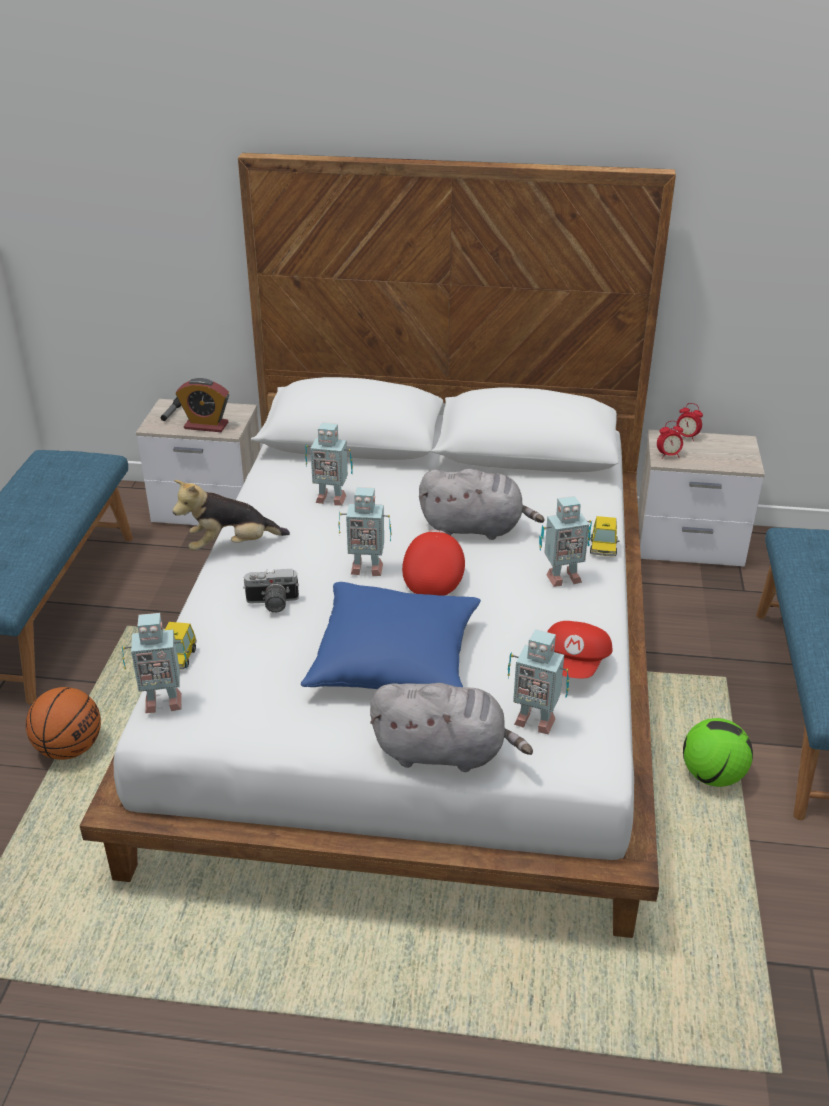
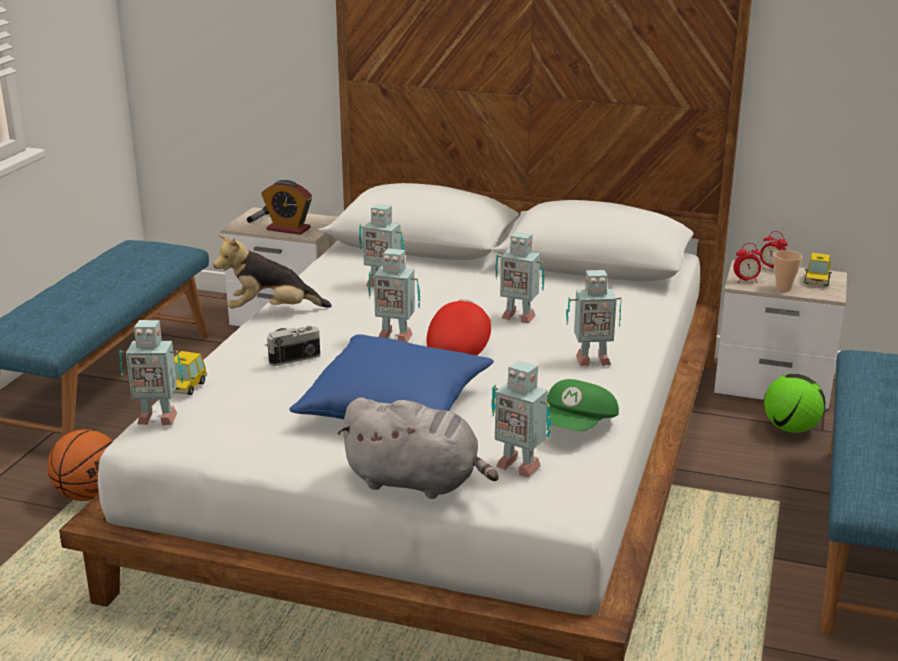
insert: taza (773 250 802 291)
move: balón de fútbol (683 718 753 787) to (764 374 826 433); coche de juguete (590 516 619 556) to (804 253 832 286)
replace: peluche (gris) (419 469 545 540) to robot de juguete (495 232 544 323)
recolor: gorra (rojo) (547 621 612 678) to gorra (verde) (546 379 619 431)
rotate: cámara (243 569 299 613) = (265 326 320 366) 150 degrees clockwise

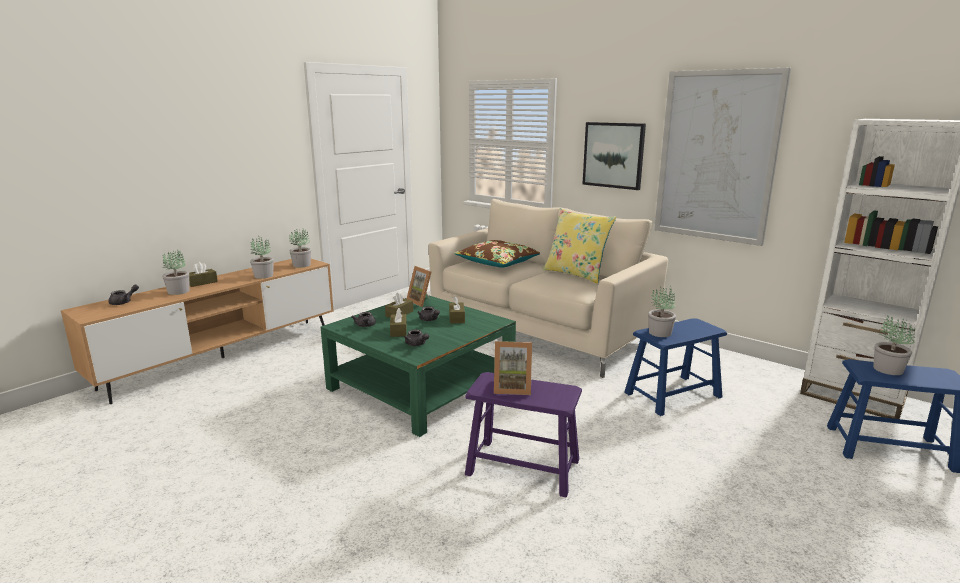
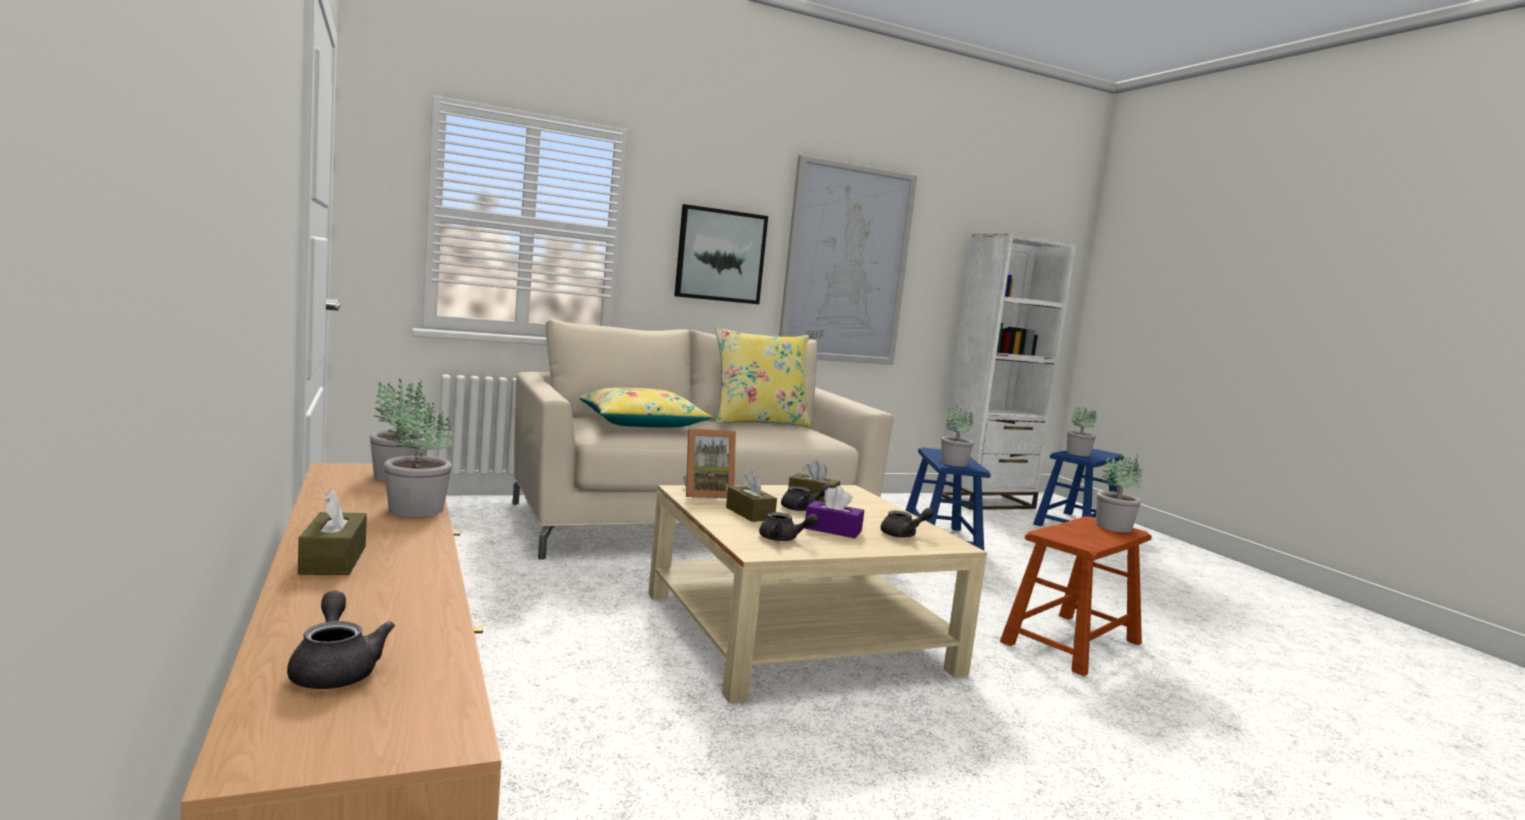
delete: portarretratos (494 341 532 395)
move: planta en maceta (162 251 190 295) to (1096 454 1142 533)
recolor: cojín (marrón) (454 240 540 268) to cojín (amarillo) (580 387 712 428); mesa de centro (verde) (321 295 516 437) to mesa de centro (beis) (648 485 987 703); caja de pañuelos (marrón) (390 308 407 337) to caja de pañuelos (morado) (805 486 864 538); taburete (morado) (465 372 582 497) to taburete (marrón) (1000 516 1152 676)

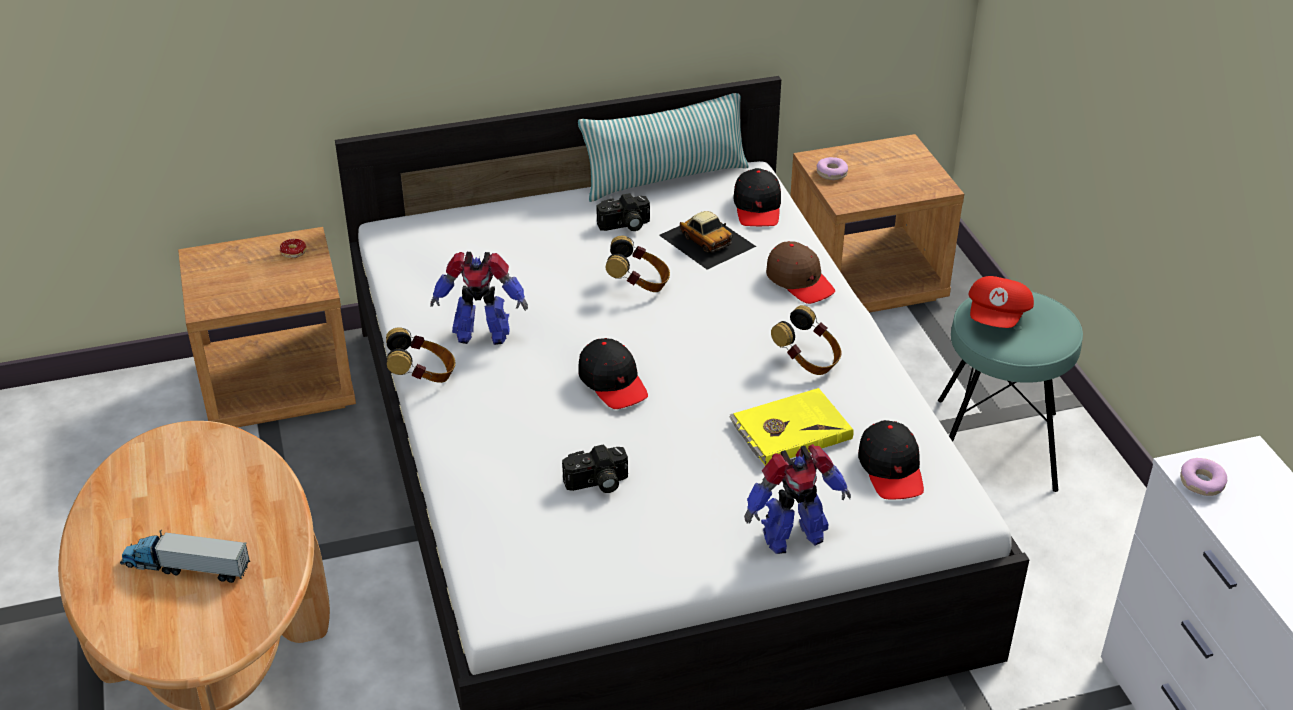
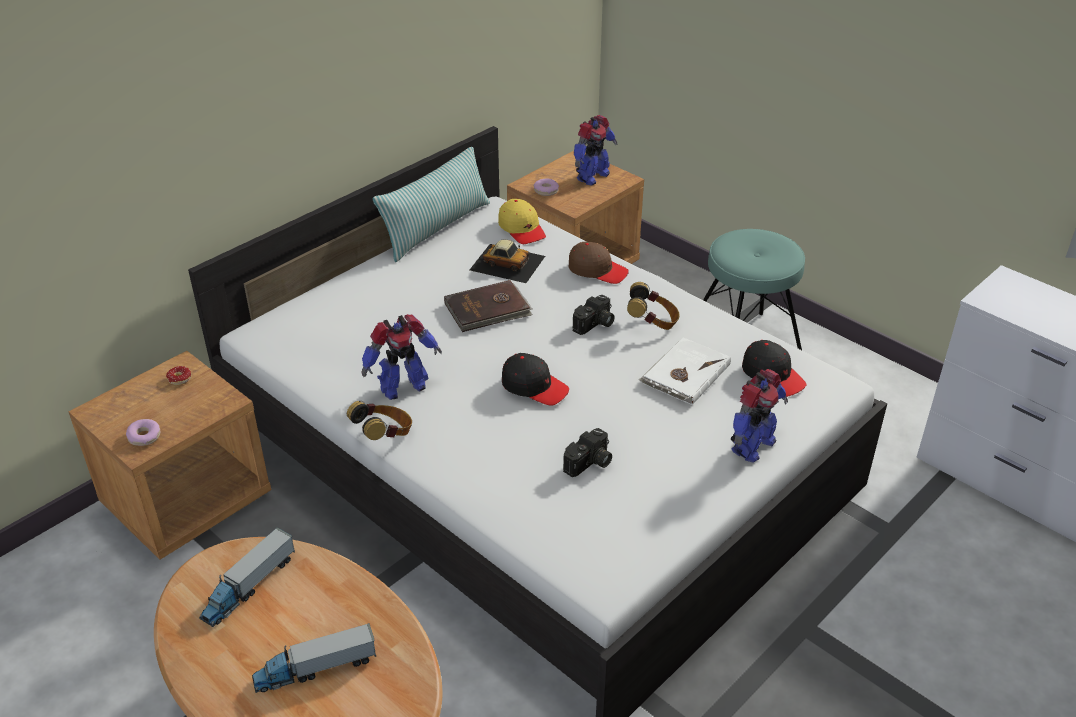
delete: gorra (rojo) (969 276 1034 328)
insert: camión de juguete (199 527 295 627); robot de juguete (574 115 617 186)
move: rosquilla (1180 458 1227 496) to (126 419 160 446); cámara (596 193 650 231) to (572 295 615 335)
replace: auriculares (606 236 670 292) to libro (marrón) (444 280 533 332)
recolor: gorra (negro) (734 168 781 226) to gorra (amarillo) (498 199 546 244); libro (amarillo) (729 388 853 466) to libro (blanco) (639 337 731 405)

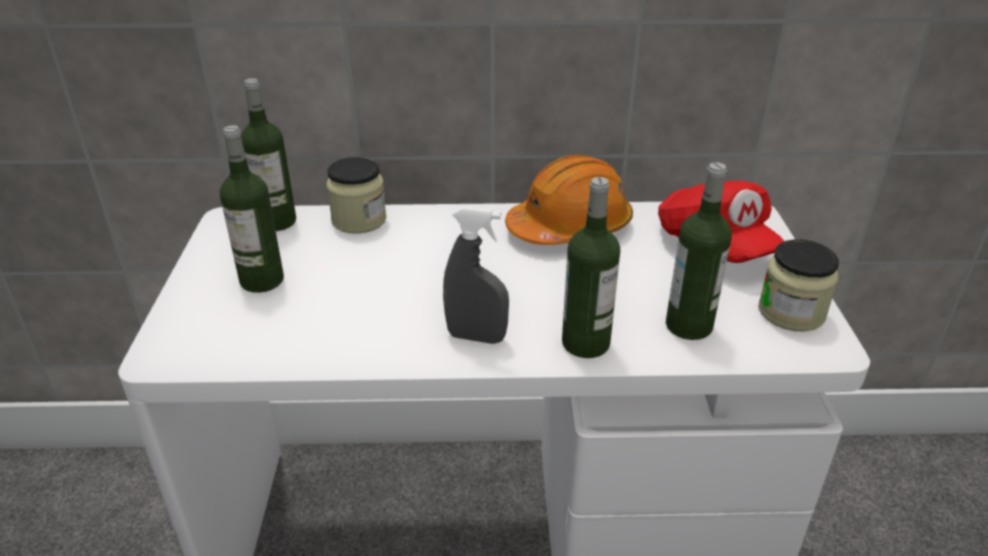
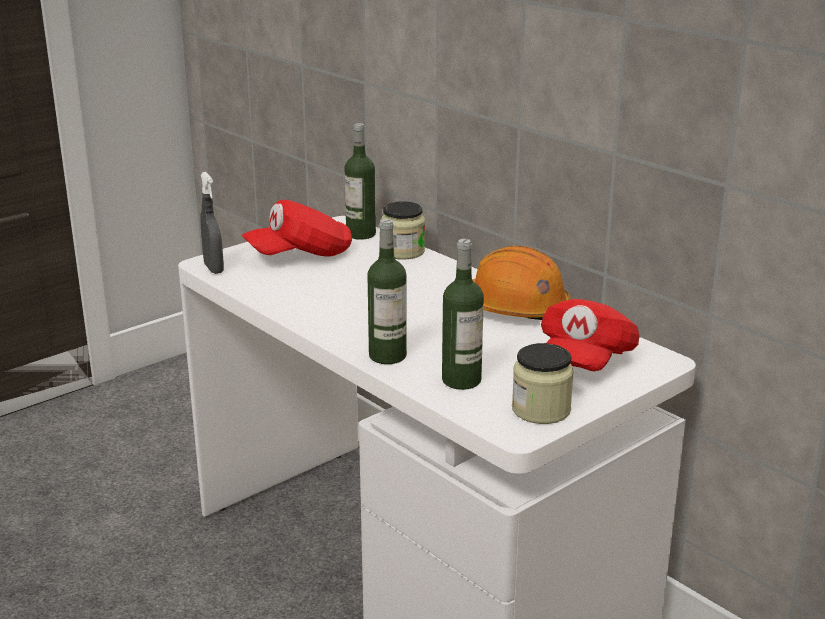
move: pulverizador (gris) (443 207 509 344) to (200 172 224 274)
replace: botella (220 125 284 293) to gorra (rojo) (242 200 352 256)

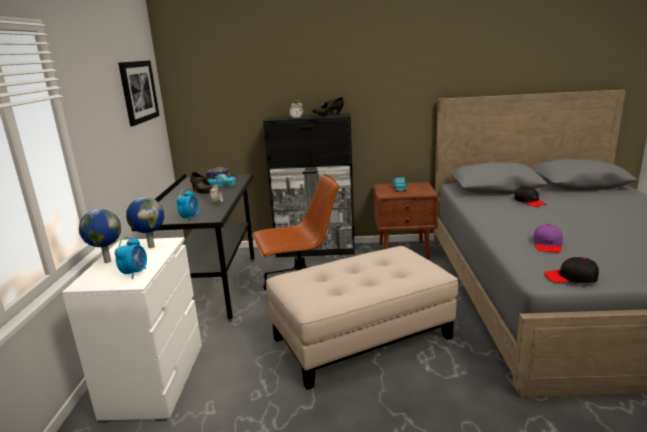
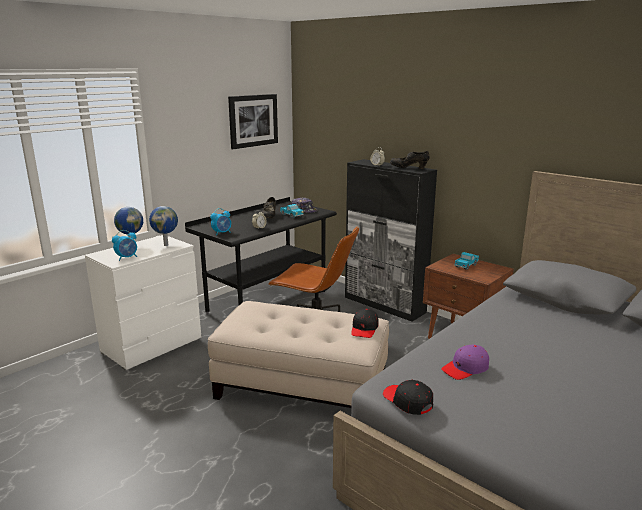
move: gorra (negro) (514 186 546 207) to (351 308 379 338)

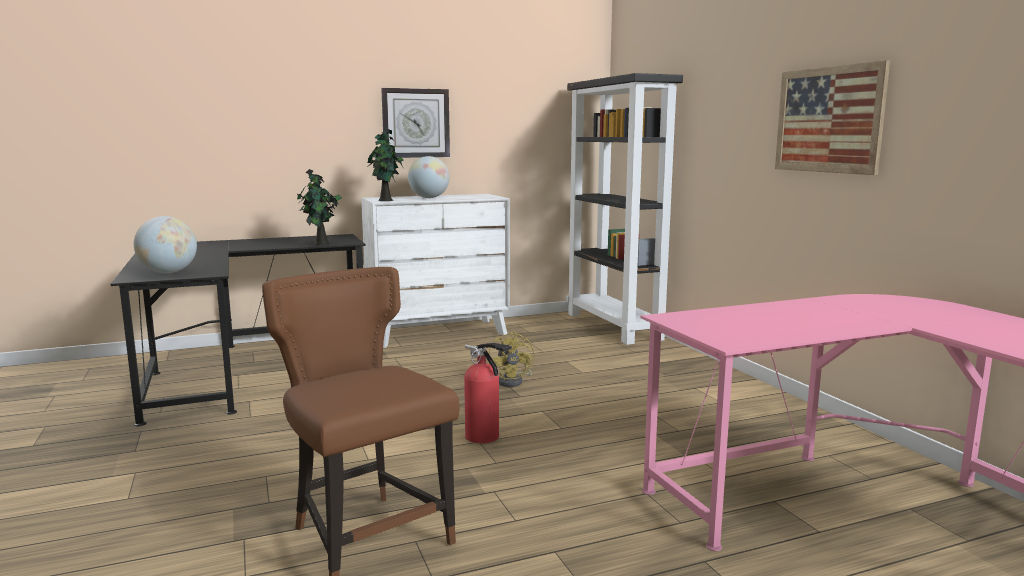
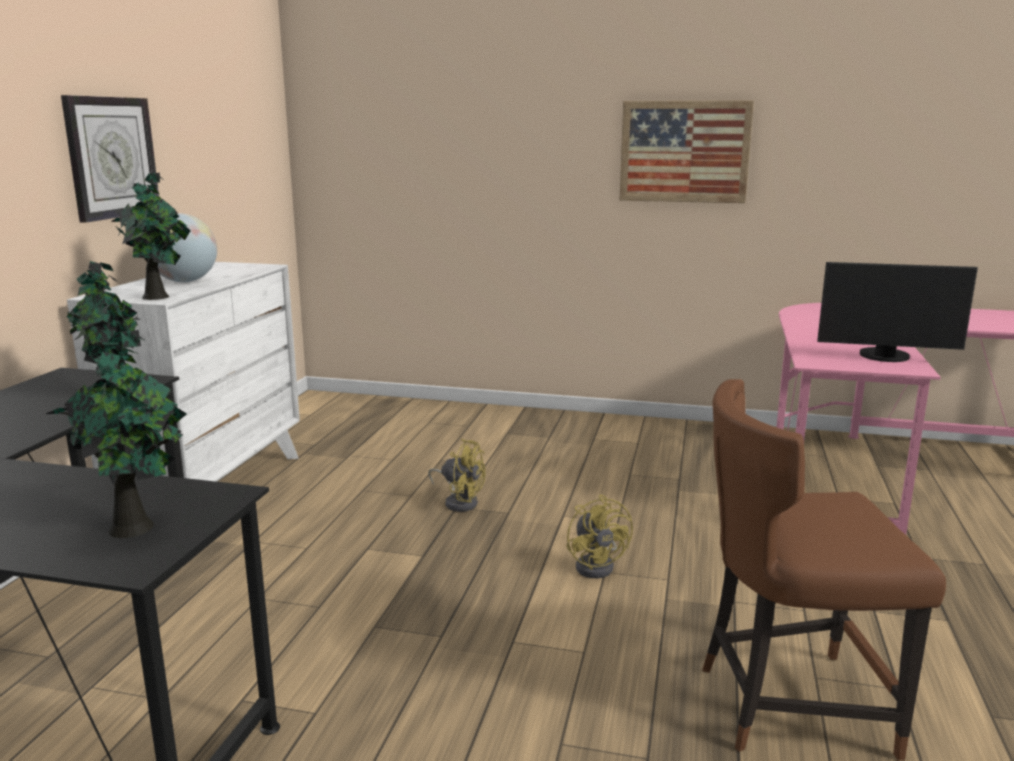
delete: estantería (negro) (566 73 683 345)
insert: monitor (817 262 978 362)
replace: globo terráqueo (134 216 197 273) to planta en maceta (46 330 187 538); extintor (464 343 512 443) to ventilador (amarillo) (567 494 633 578)

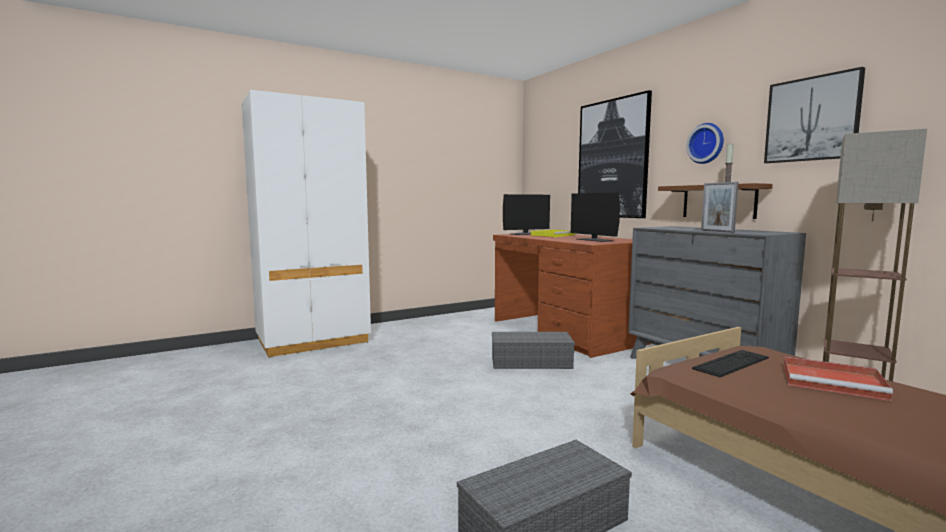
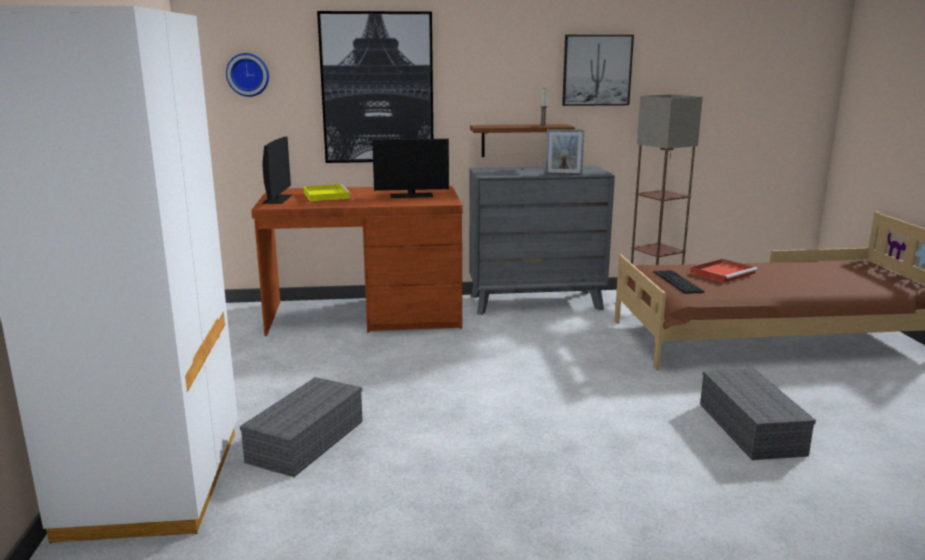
move: reloj de pared (686 123 724 164) to (226 53 269 97); caja de almacenaje (gris) (492 332 575 369) to (240 377 363 477)

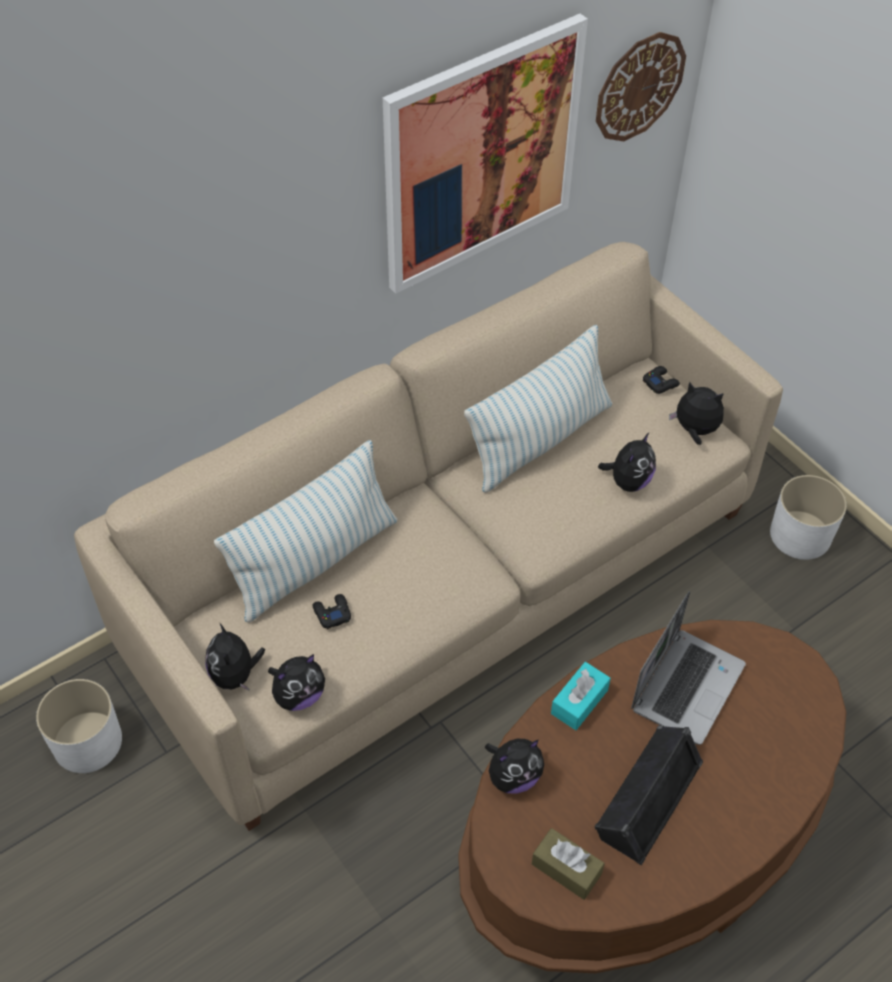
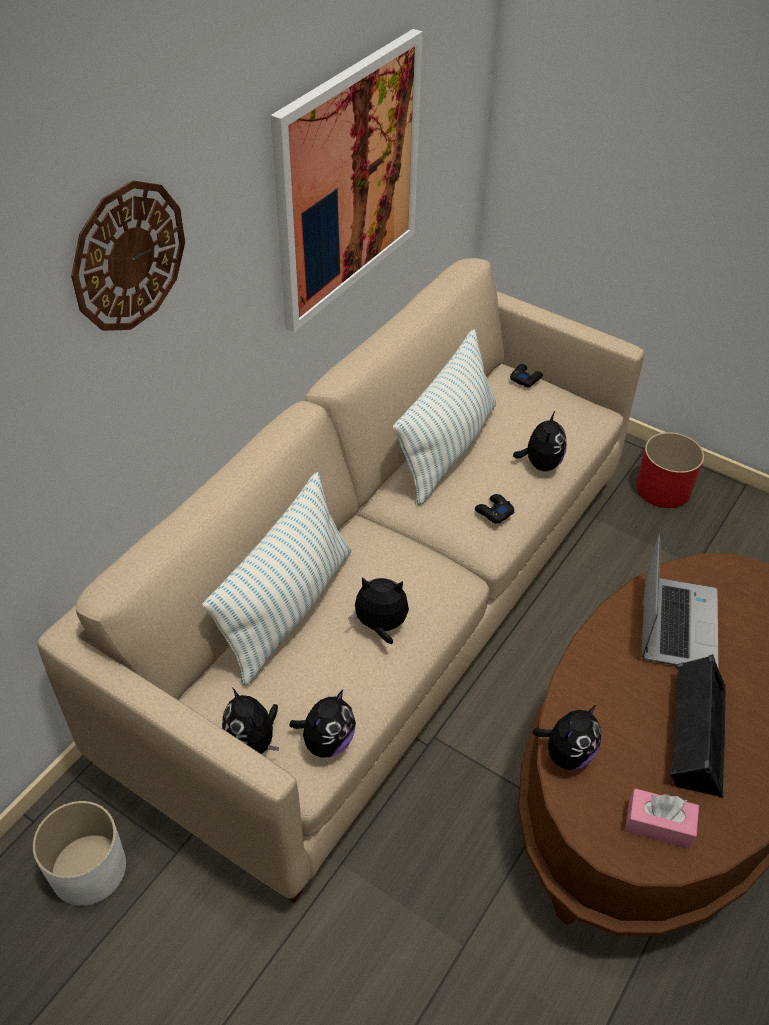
delete: caja de pañuelos (turquesa) (551 662 611 730)
move: reloj de pared (596 32 686 141) to (71 180 185 331); peluche (669 382 724 445) to (348 577 409 644); mando de consola (negro) (313 594 351 629) to (475 494 515 524)
recolor: caja de pañuelos (marrón) (532 828 605 900) to caja de pañuelos (rosa) (625 789 699 849); maceta (blanco) (770 475 847 560) to maceta (rojo) (636 432 704 508)

